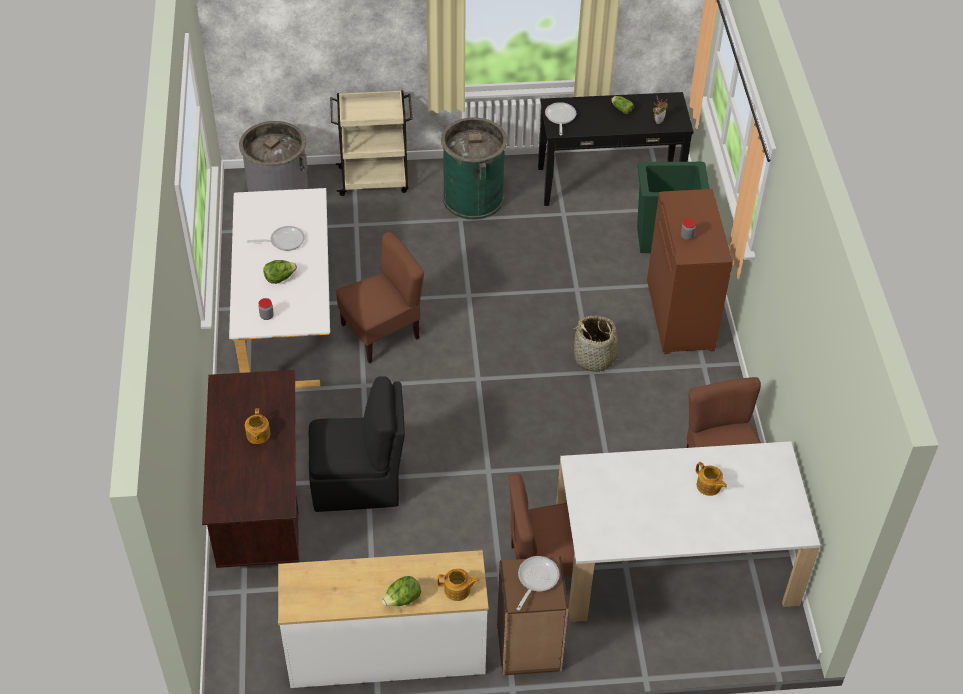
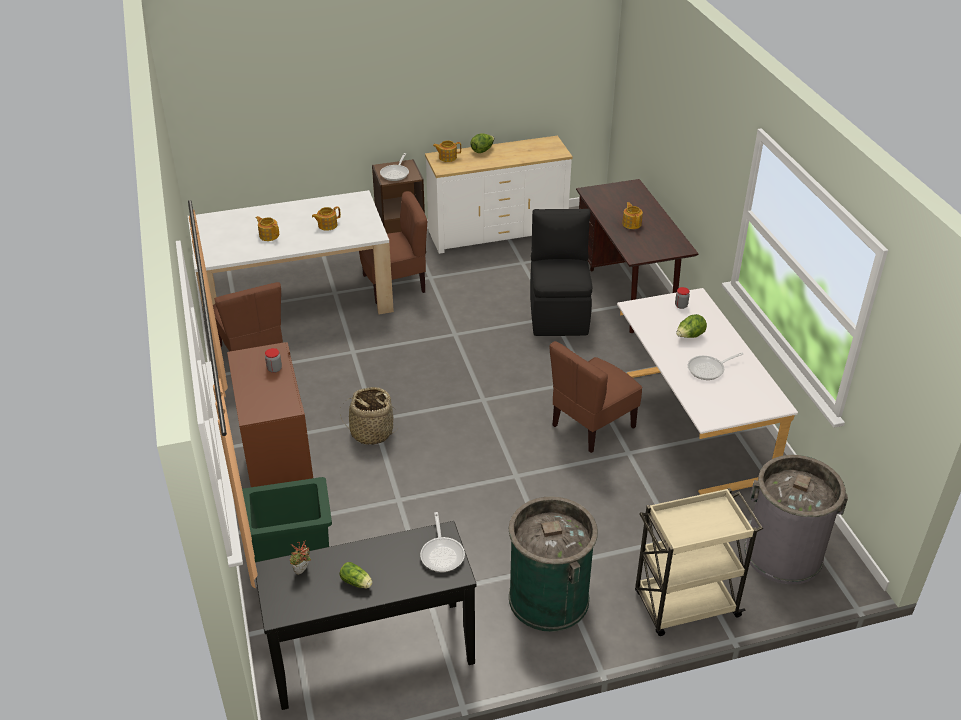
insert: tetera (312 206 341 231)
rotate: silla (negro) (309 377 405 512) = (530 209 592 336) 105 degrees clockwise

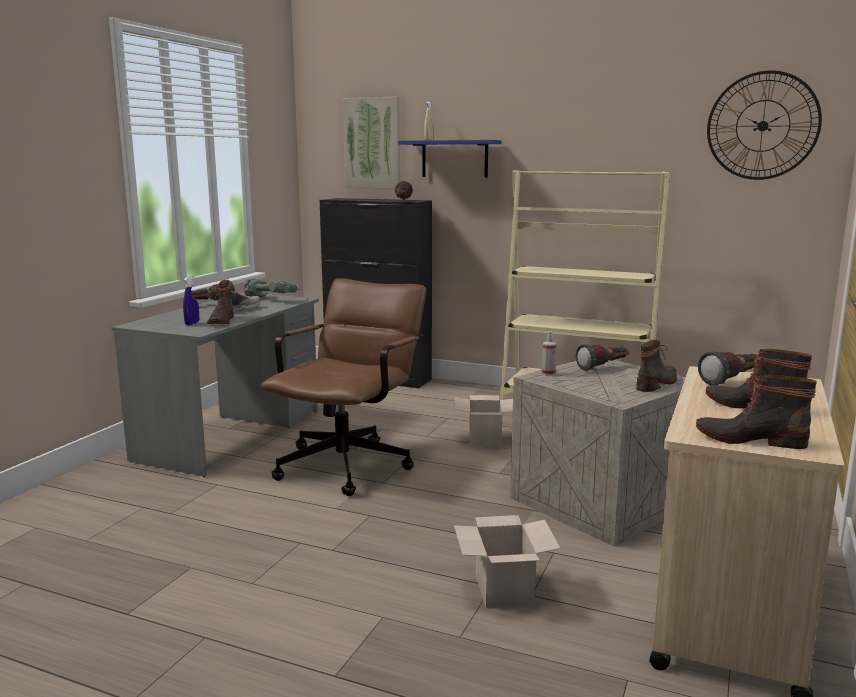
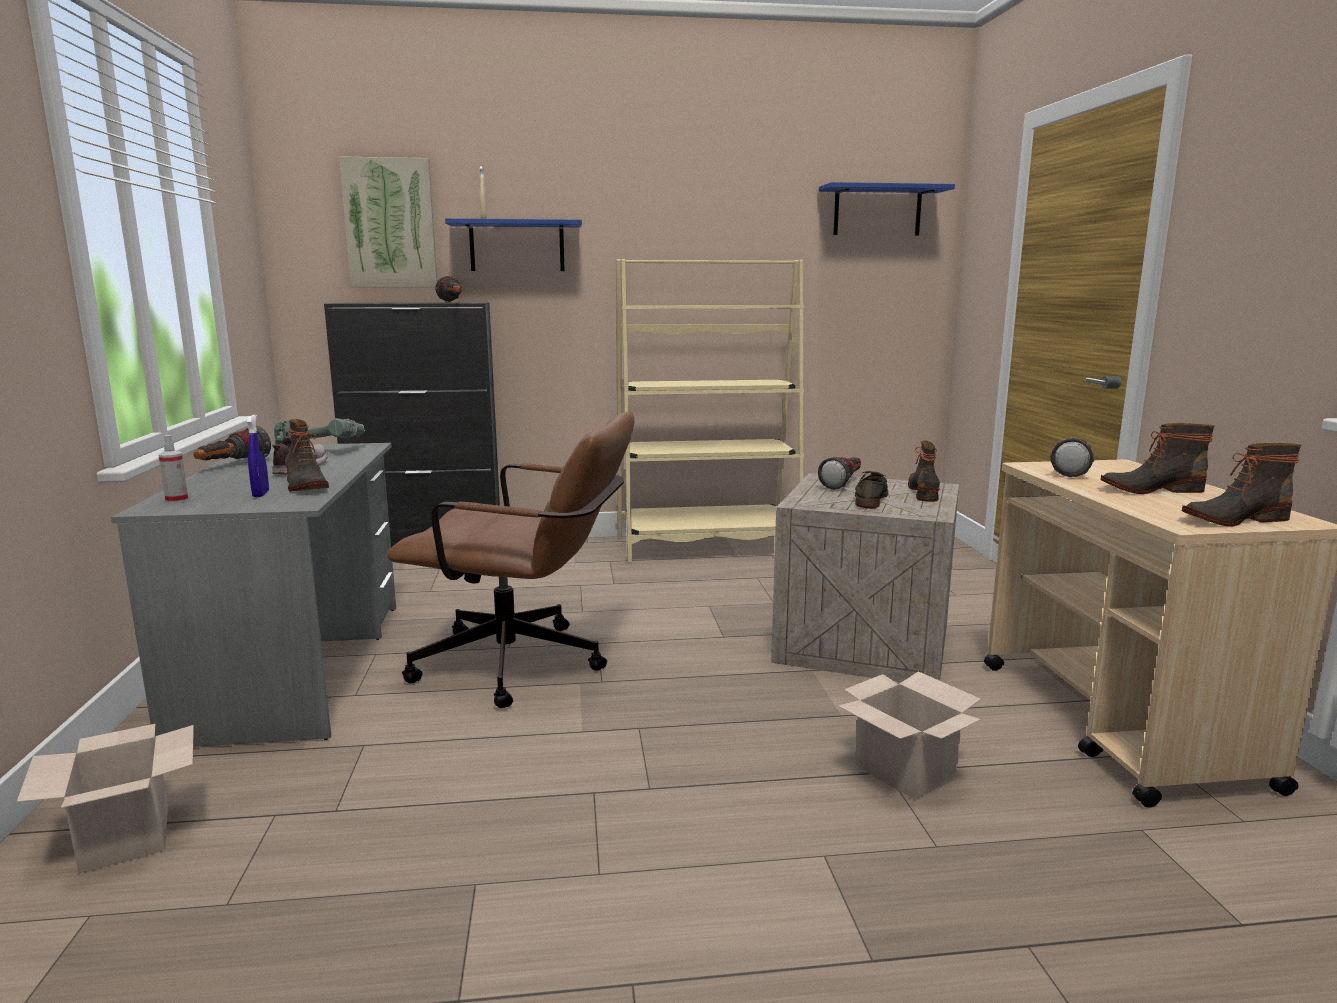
insert: zapato (gris) (855 471 888 509)
move: caja de cartón (454 395 513 448) to (17 724 194 874); pulverizador (542 331 557 376) to (158 435 189 504)
replace: reloj de pared (707 70 822 180) to estante (azul) (819 182 955 236)
rotate: silla de oficina (marrón) (261 278 426 496) = (387 412 635 708) 105 degrees clockwise

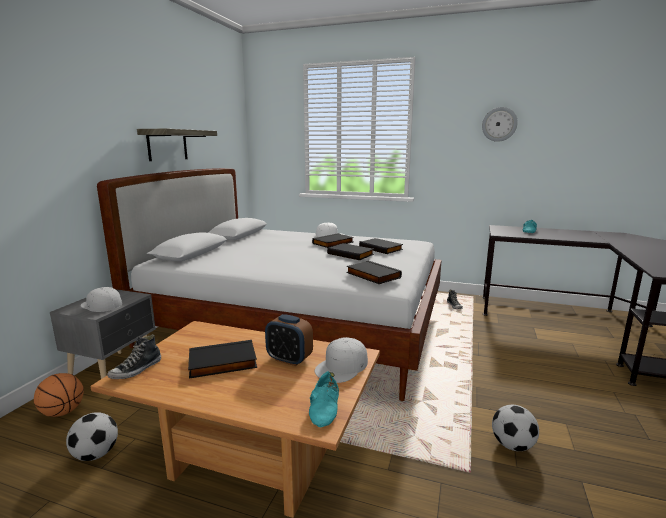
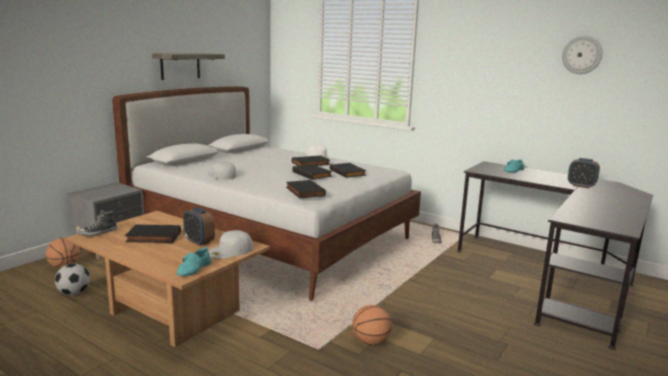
insert: despertador (568 158 600 188)
move: gorra (blanco) (81 287 122 312) to (207 162 237 180); reloj de pared (482 107 518 142) to (562 36 603 74)
replace: balón de fútbol (492 405 539 451) to balón de baloncesto (352 305 392 345)

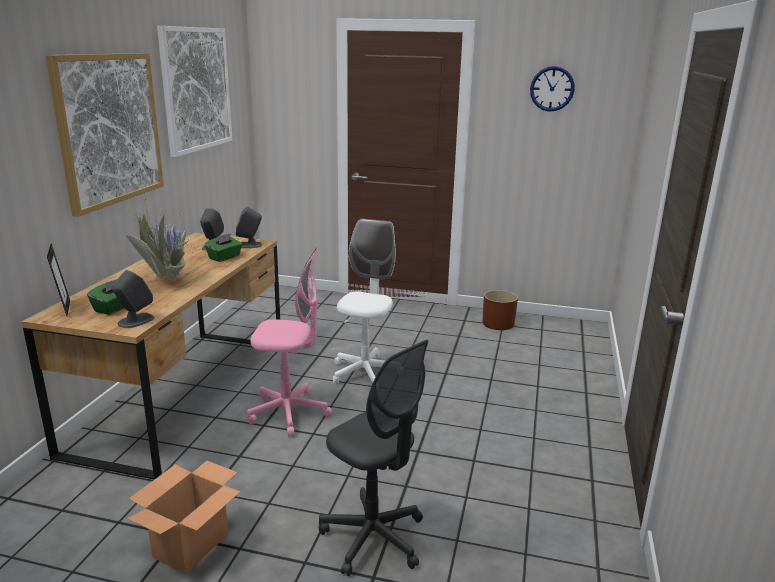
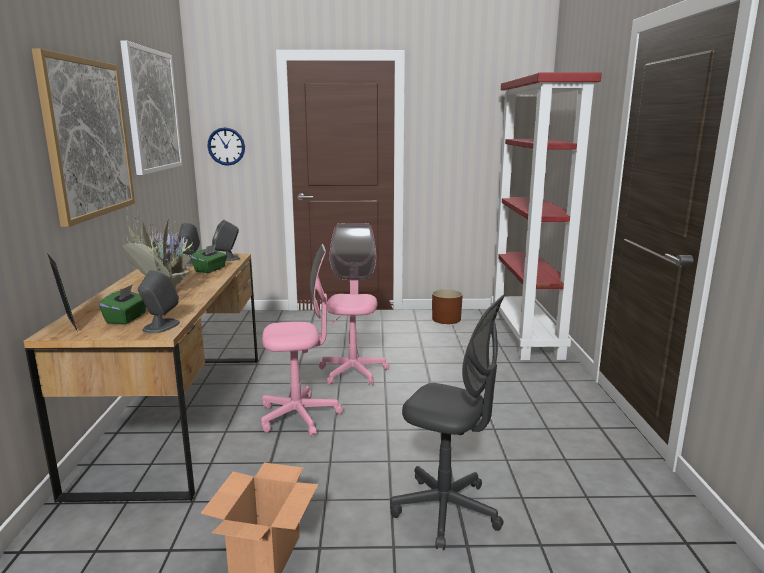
insert: estantería (rojo) (491 72 602 360)
move: reloj de pared (530 66 575 112) to (207 127 245 166)
recolor: silla de oficina (blanco) (333 219 396 384) to silla de oficina (rosa) (319 223 389 385)

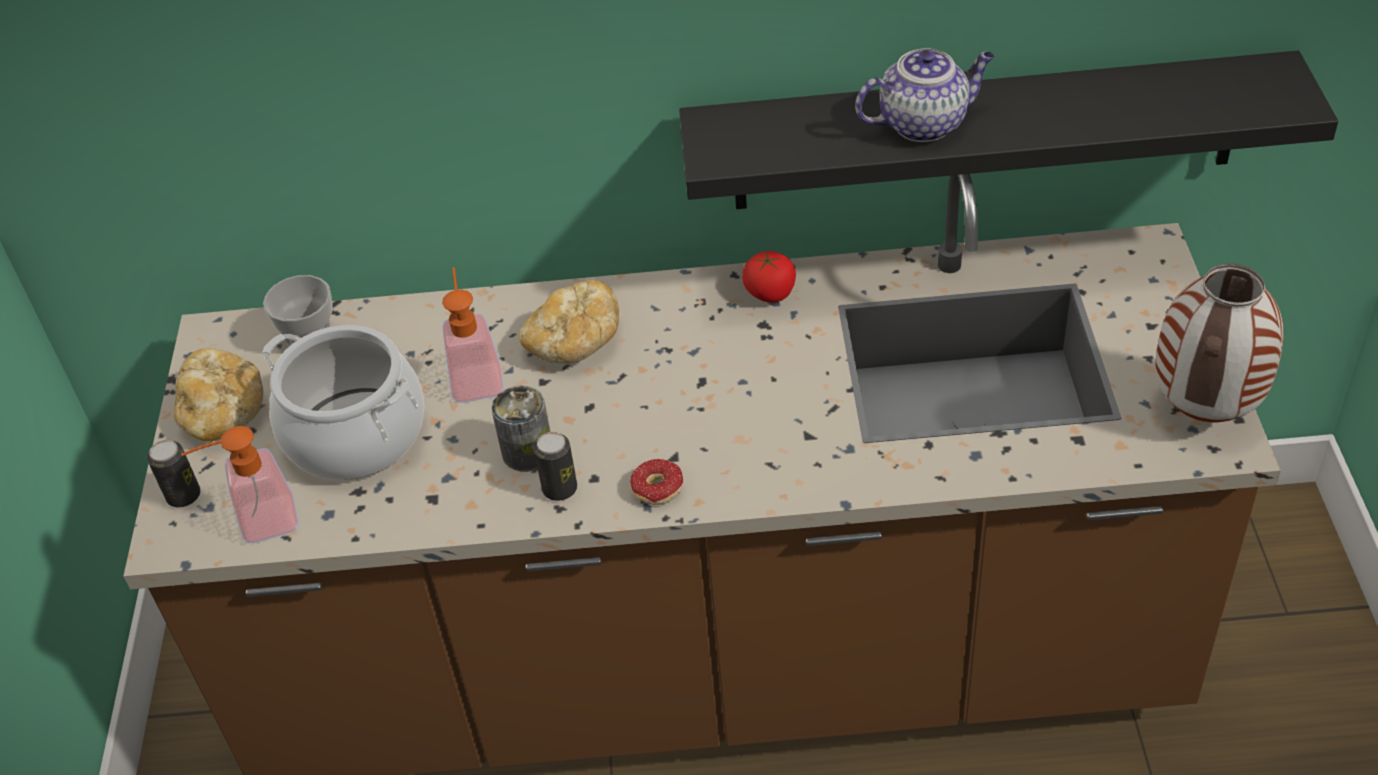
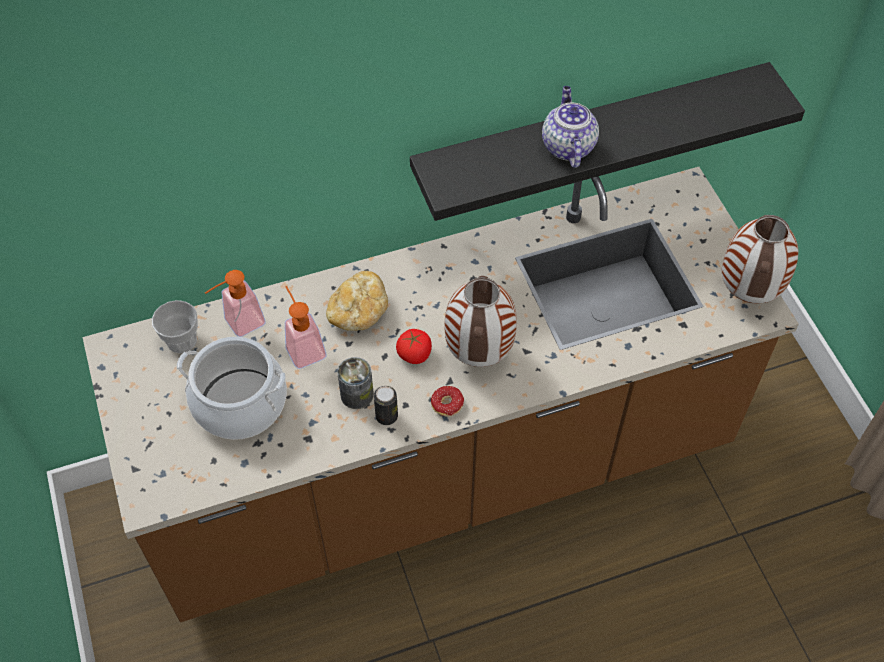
delete: lata (147 440 201 507); pan (174 348 263 441)
insert: florero (445 276 517 367)
move: dispensador de jabón (181 426 299 543) to (205 270 266 337); tomate (742 251 796 303) to (396 329 432 364)
rotate: tetera (855 48 995 142) = (542 86 599 168) 60 degrees counterclockwise

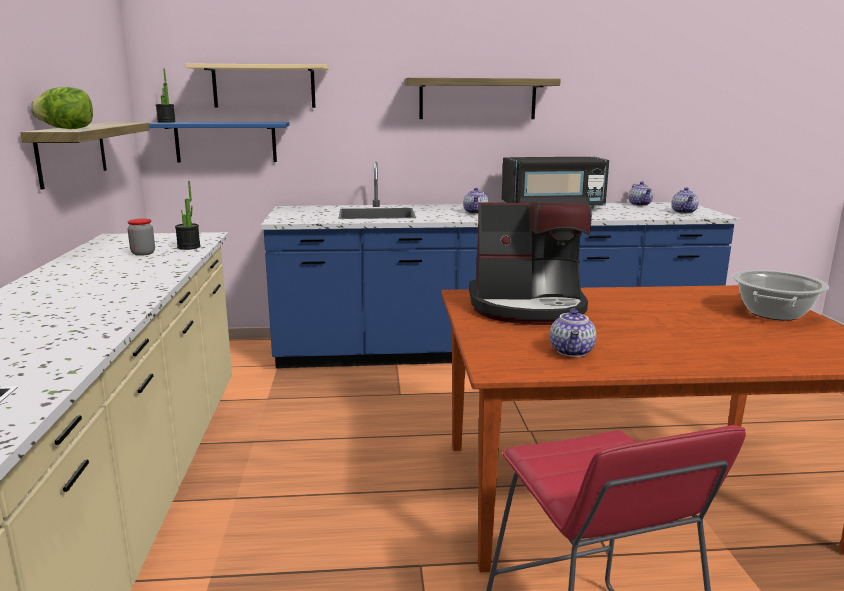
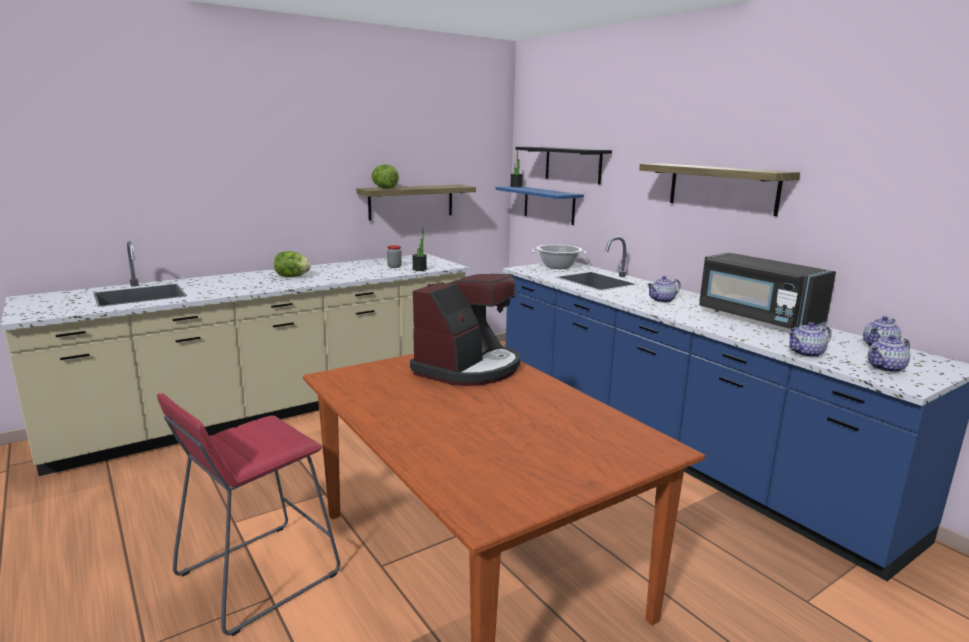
insert: lechuga (274 251 311 277)
move: olla (733 270 829 321) to (532 245 587 269); tetera (550 308 596 357) to (788 322 832 358)
recolor: estante (beis) (185 63 329 108) to estante (negro) (516 147 612 184)
rotate: cafetera (469 202 592 325) = (410 274 520 386) 120 degrees counterclockwise

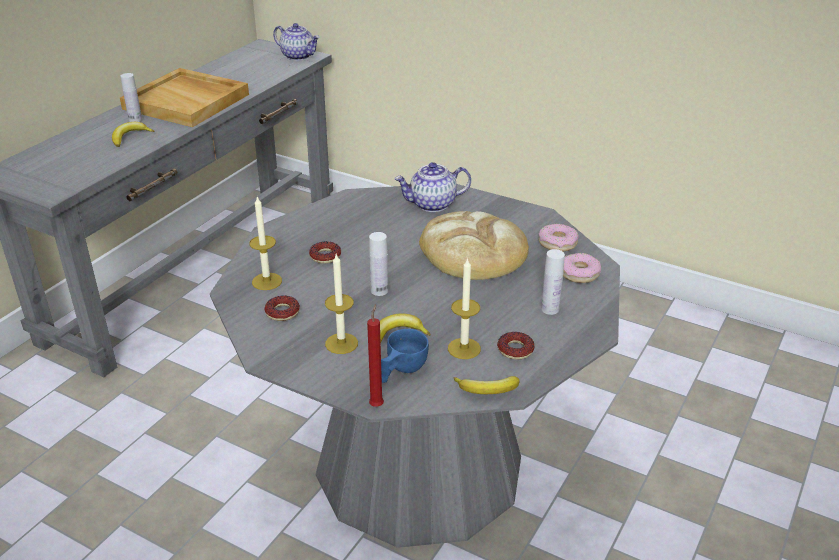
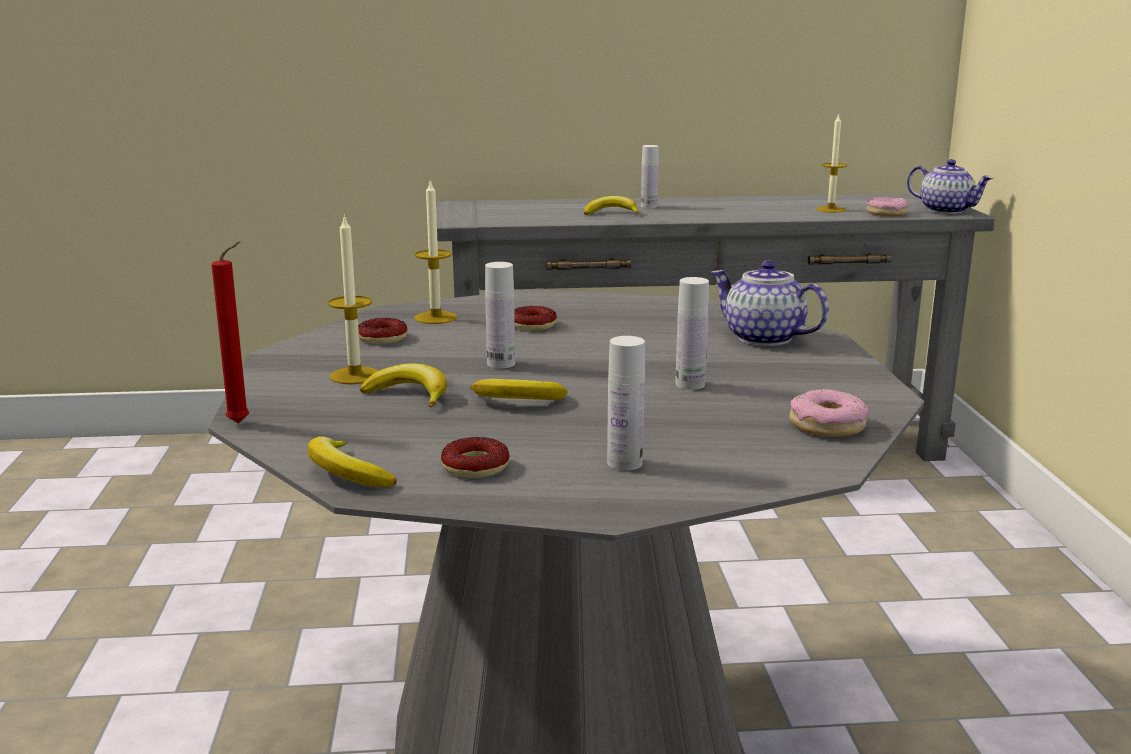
delete: bandeja (beis) (120 68 249 127); taza (azul) (381 329 429 383)
insert: plátano (470 379 567 400)
move: vela (448 257 481 359) to (816 113 847 213); rosquilla (563 253 601 283) to (867 196 909 217)
replace: pan (419 211 529 280) to botella (blanco) (675 277 709 390)
rotate: tetera (273 23 320 61) = (907 159 993 214) 45 degrees counterclockwise

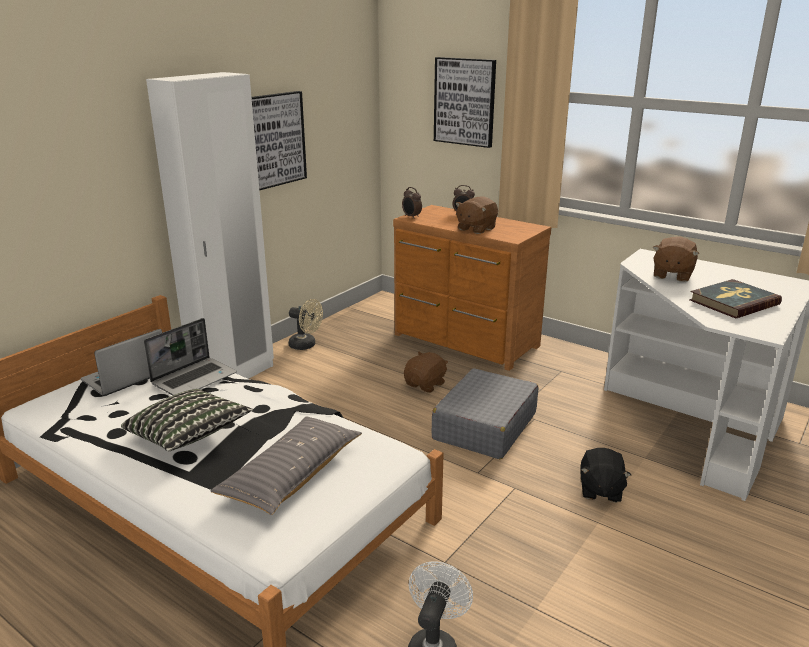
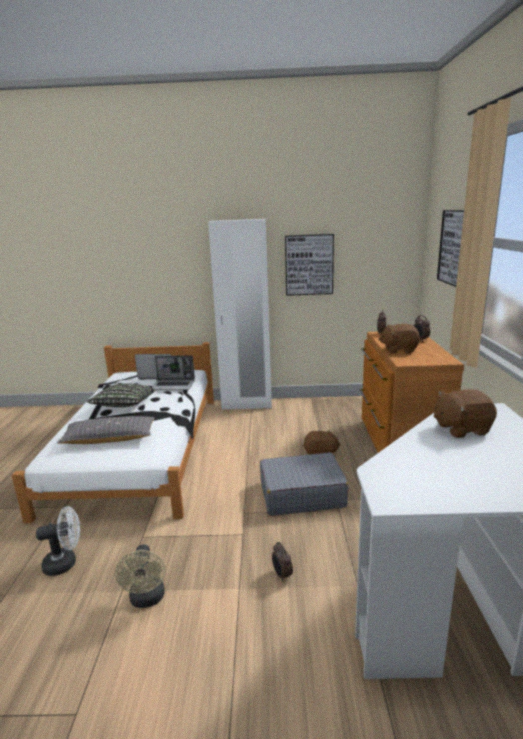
delete: libro (689 279 782 319)
move: ventilador (beis) (289 299 323 350) to (115 544 165 608)
replace: peluche (negro) (581 448 631 503) to despertador (272 542 293 582)

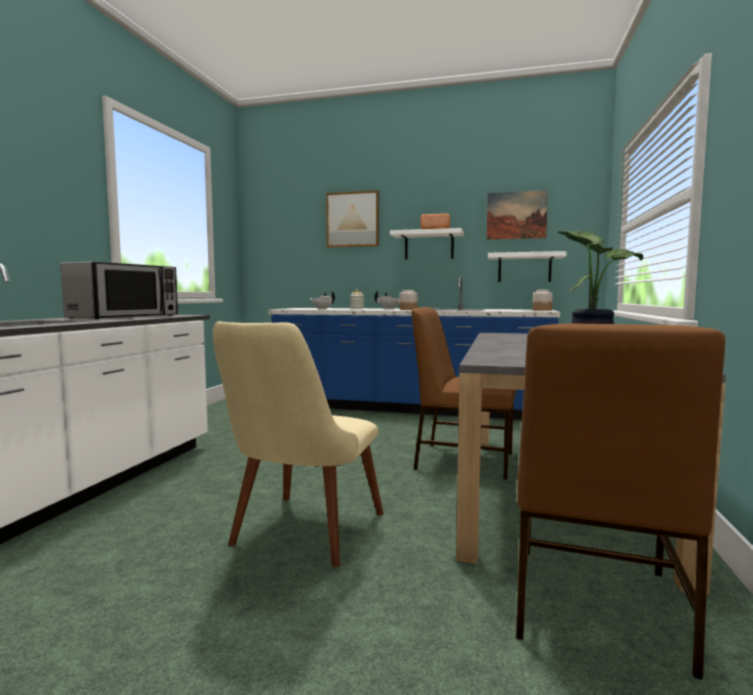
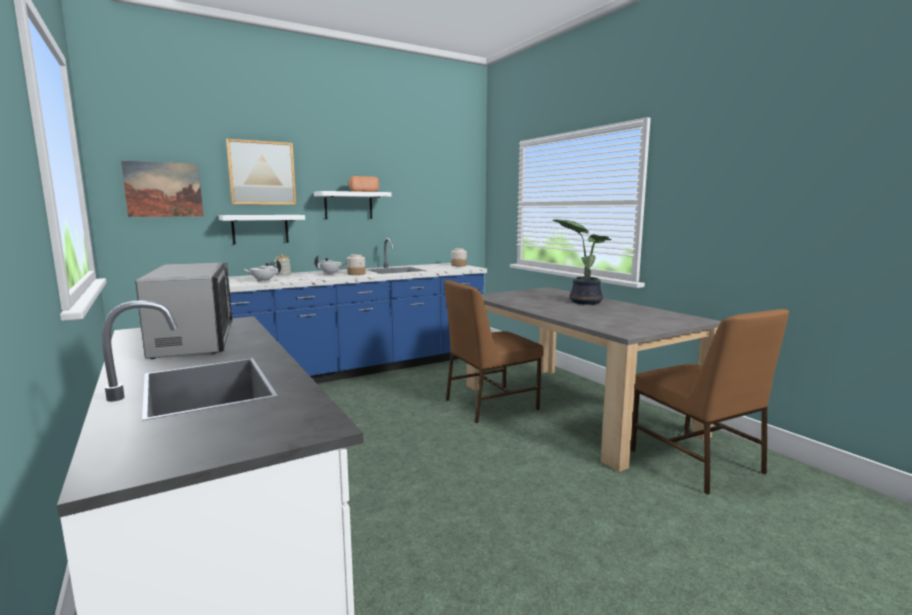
delete: silla (beis) (213 321 384 567)
move: cuadro (487 190 548 240) to (121 161 203 217); estante (blanco) (488 251 567 282) to (219 215 305 245)

